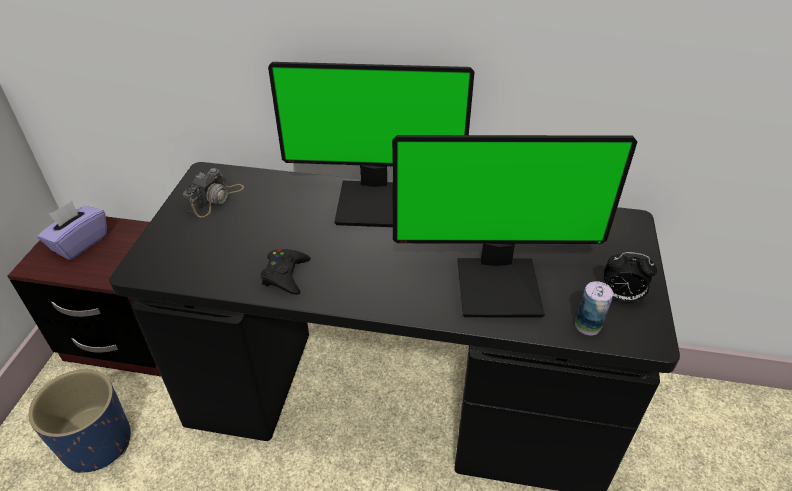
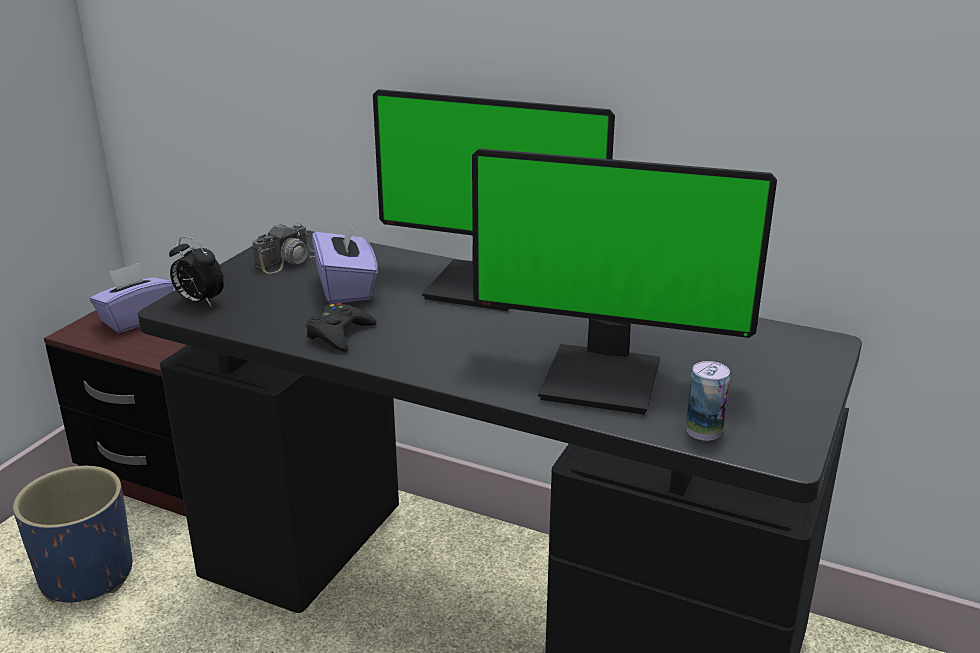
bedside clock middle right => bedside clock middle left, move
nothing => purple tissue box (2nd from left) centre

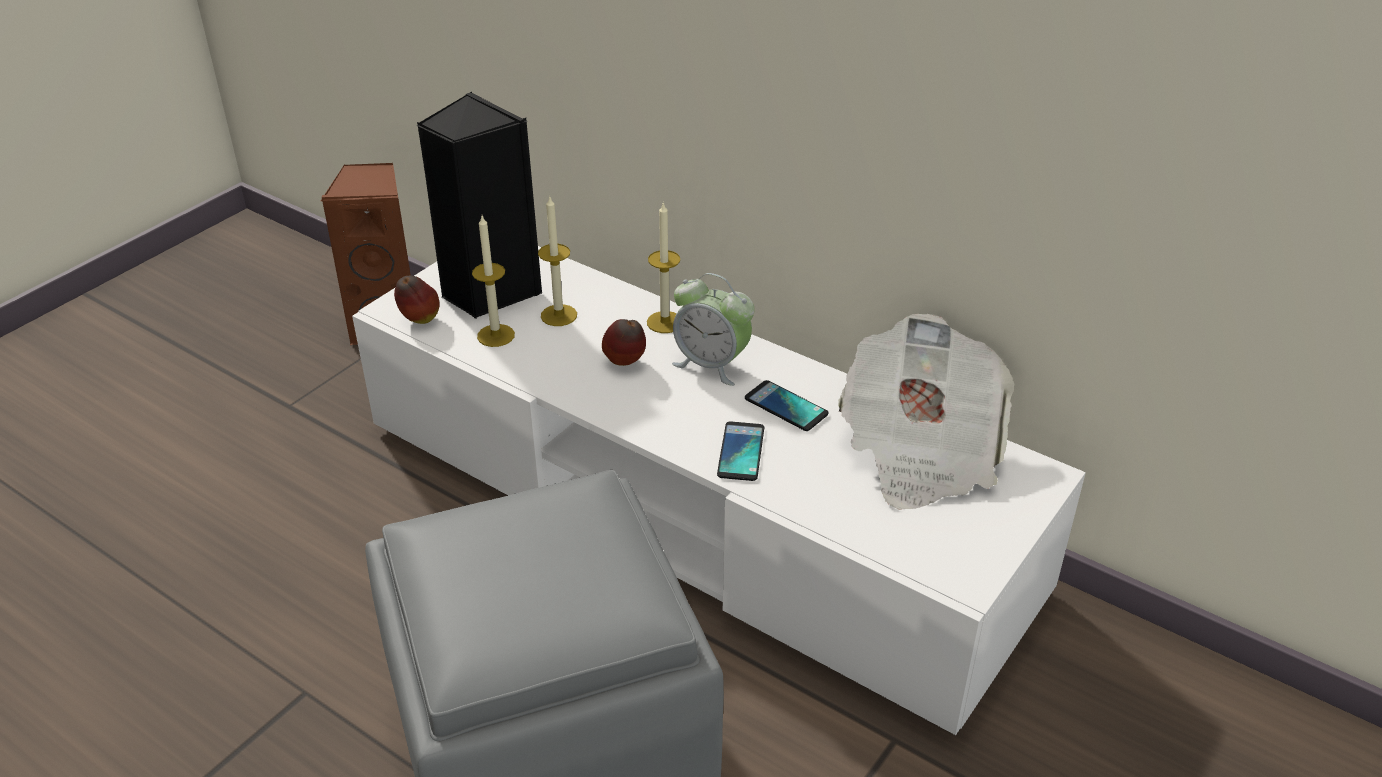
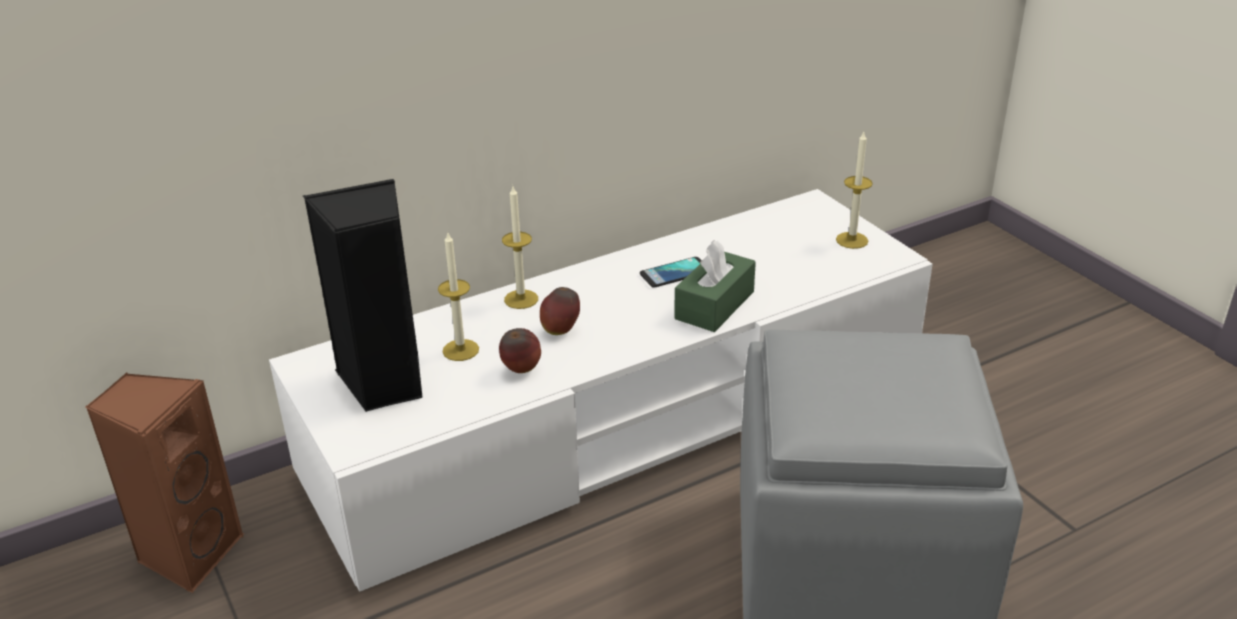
whole apple (1st from left) middle left => whole apple (1st from left) centre, move
candle (1st from left in the first image) centre => candle (3rd from left) top right, move
bedside clock centre => nothing
telephone (1st from left) centre => greenish tissue box centre
daily paper middle right => nothing

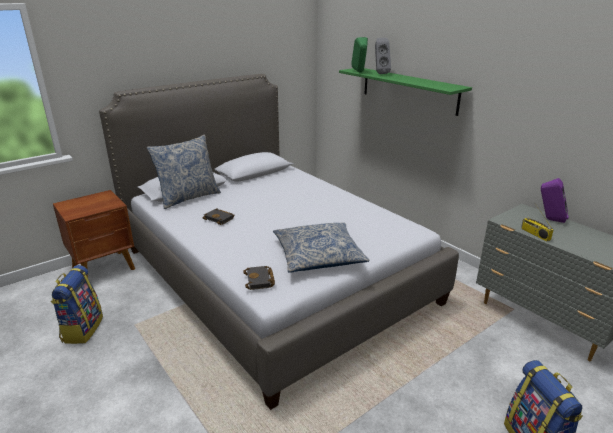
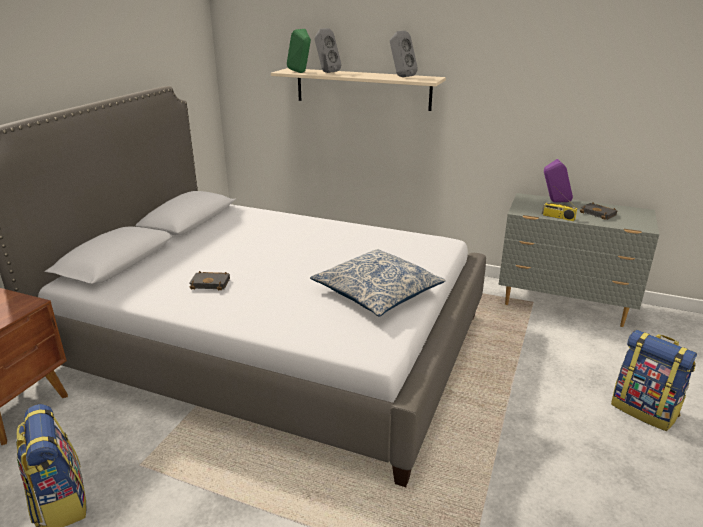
cushion (1st from left) middle left => nothing
blackish volume (2nd from left) centre => blackish volume (2nd from left) middle right, move
greenish shelf top centre => beige shelf top centre
nothing => grey audio speaker (2nd from left) top centre

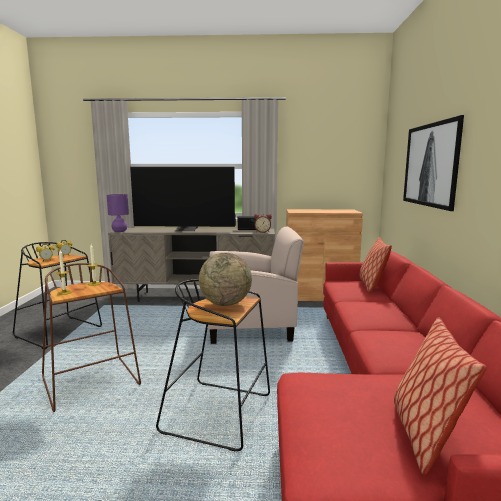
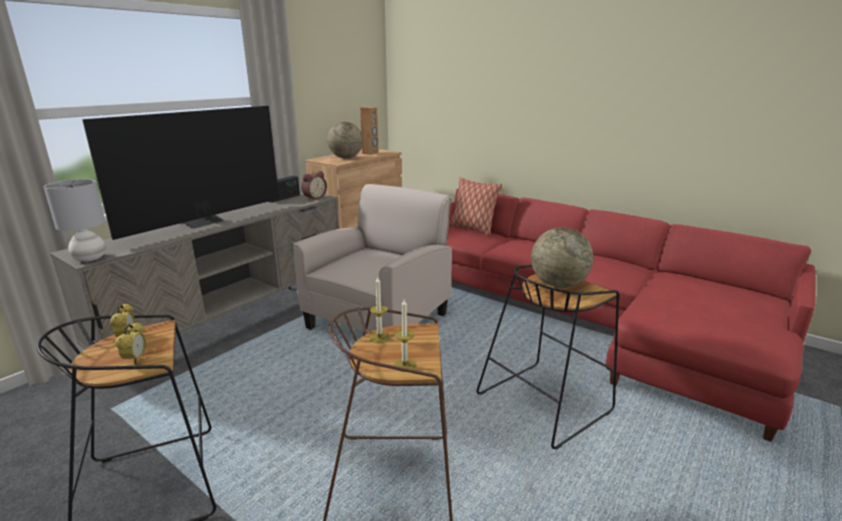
purple table lamp middle left => grey table lamp middle left
cushion (2nd from left) bottom right => nothing
picture top right => nothing
nothing => world globe (1st from left) top centre
nothing => brown audio speaker top centre

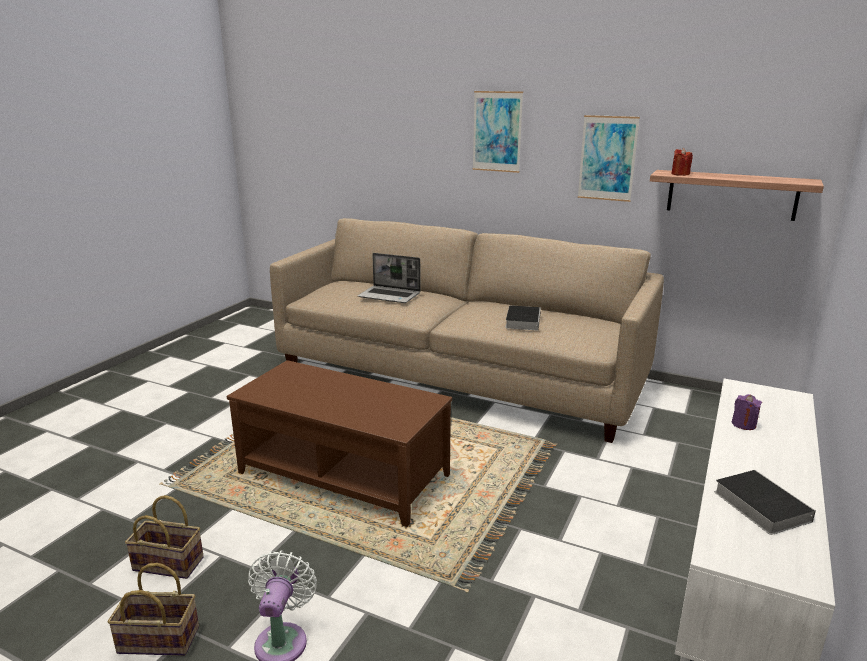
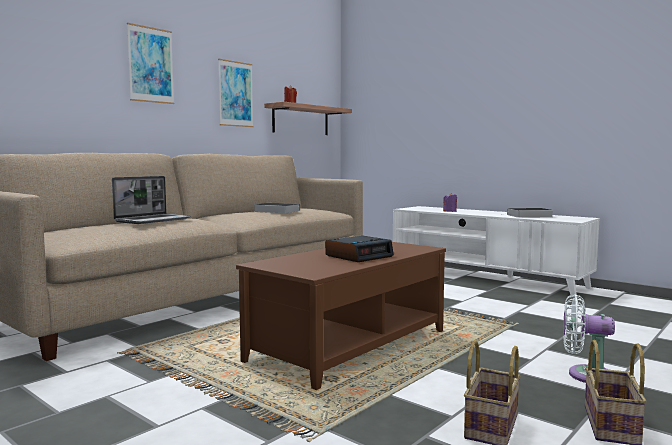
nothing => bedside clock centre

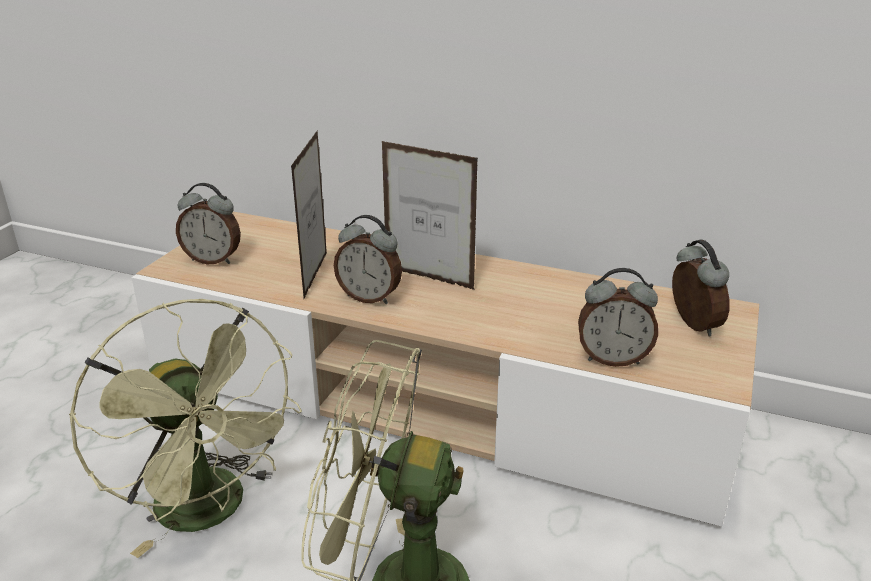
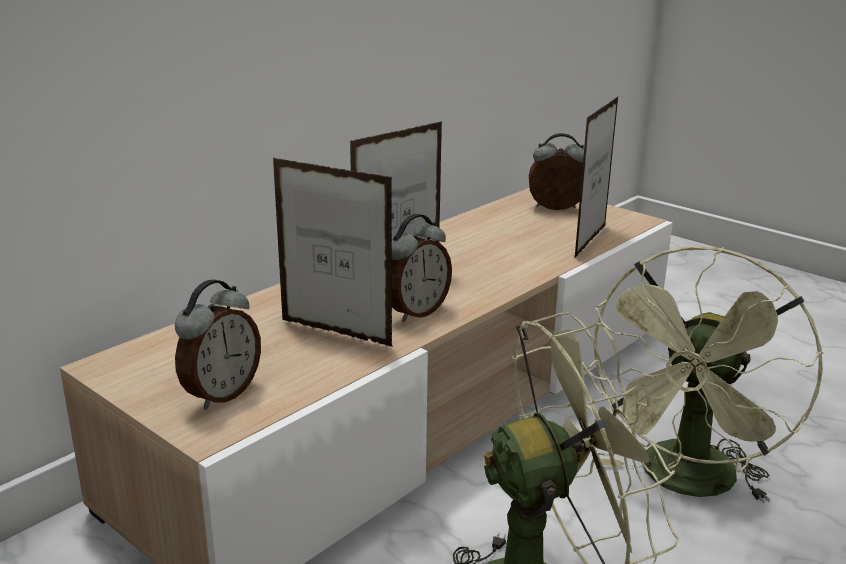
bedside clock (3rd from left) middle right => standing frame (3rd from left) top right

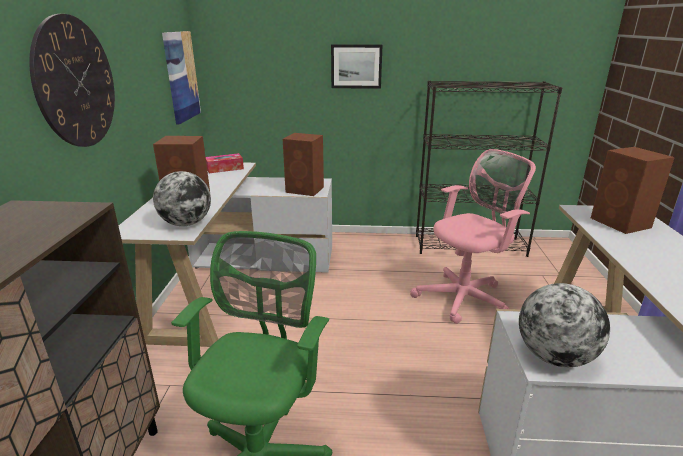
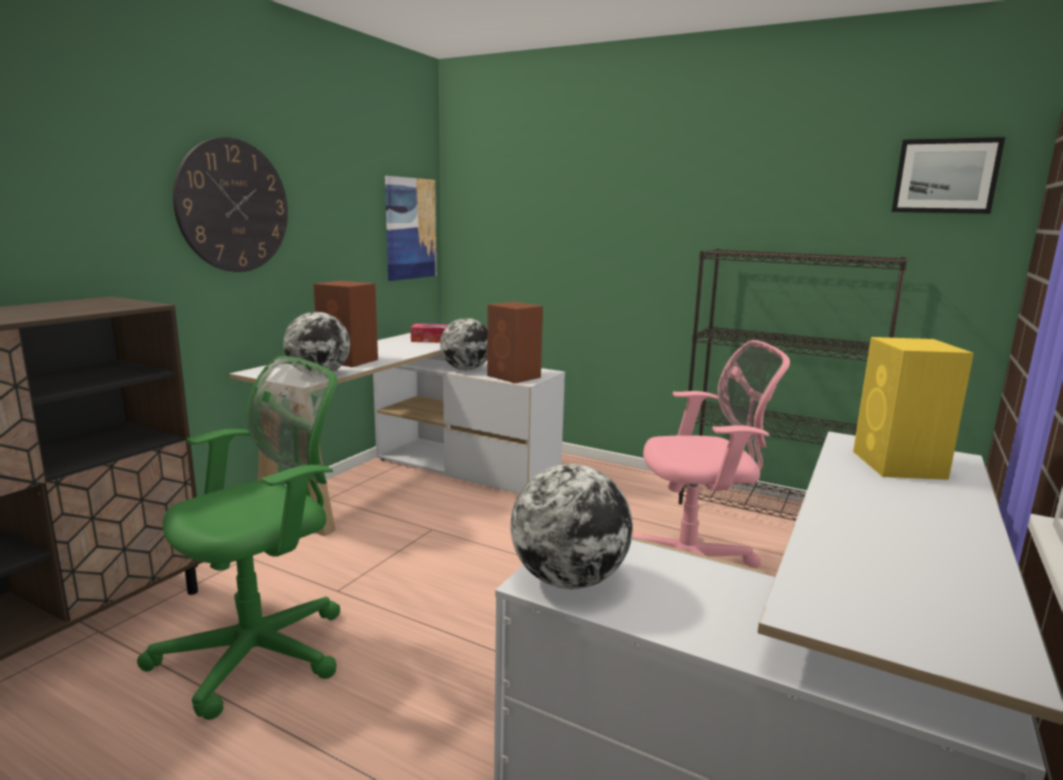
picture (2nd from left) top centre => picture (2nd from left) top right, move
brown audio speaker (3rd from left) middle right => yellow-coloured audio speaker middle right
nothing => world globe (2nd from left) centre

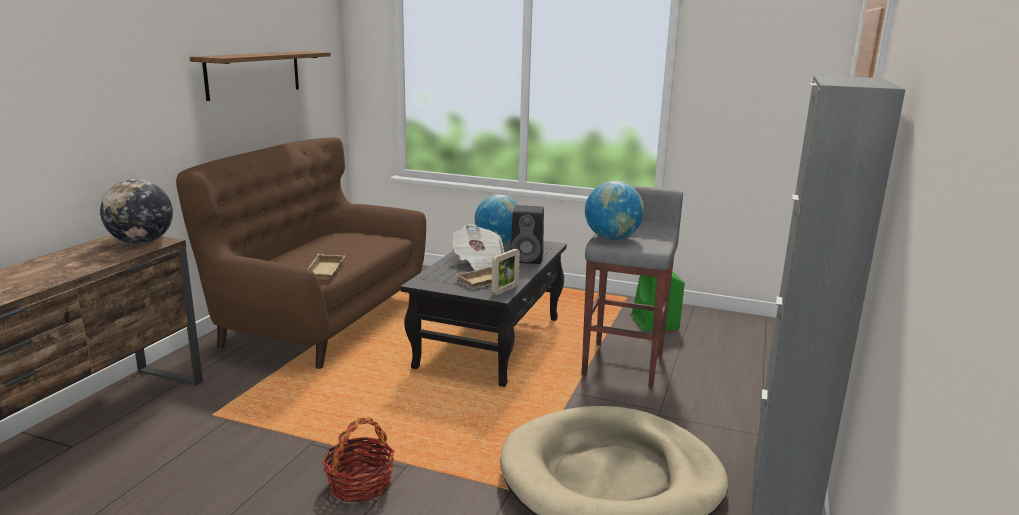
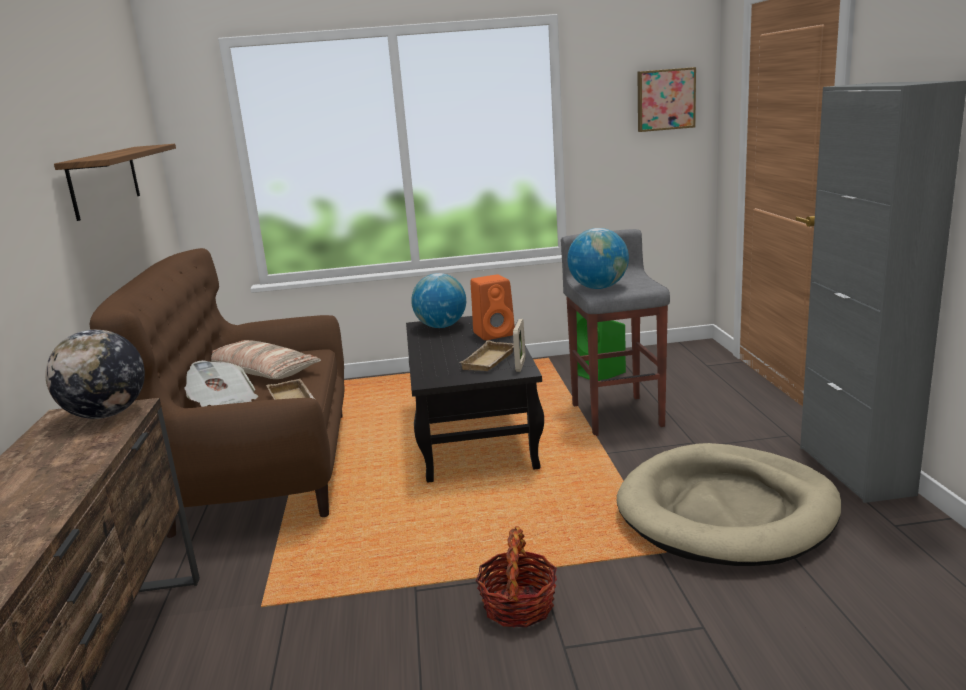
daily paper centre => daily paper middle left, move
blackish audio speaker centre => orange audio speaker centre
nothing => cushion middle left
nothing => picture top right

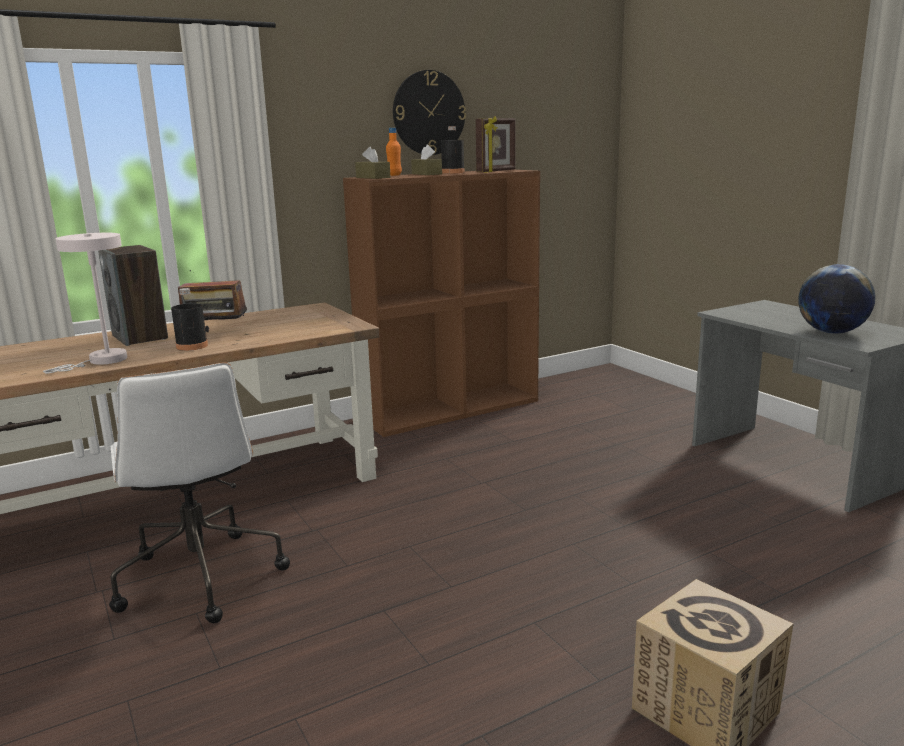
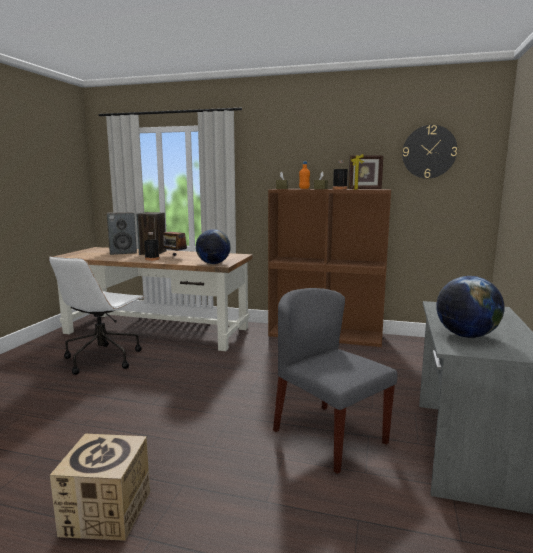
white-coloured table lamp middle left => nothing
wall clock top centre => wall clock top right, move
nothing => audio speaker (1st from left) middle left
nothing => world globe (1st from left) centre
nothing => grey plain chair bottom centre

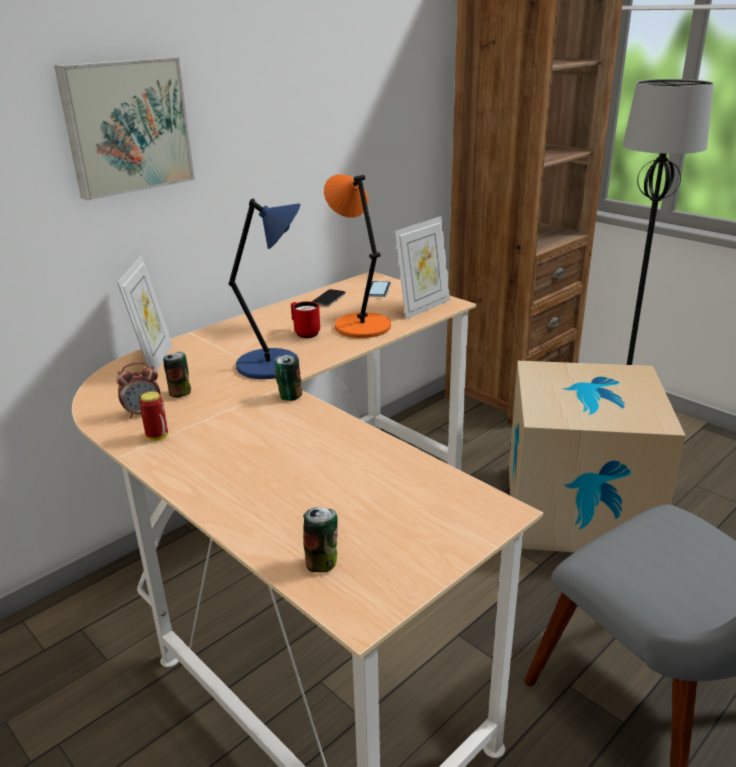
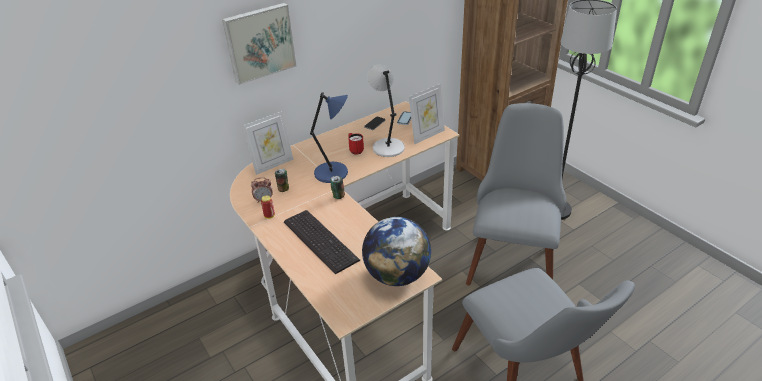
standing frame (1st from left) middle left => standing frame (1st from left) centre, 45 degrees clockwise
sealed can (4th from left) bottom centre => nothing
orange table lamp centre => grey table lamp top centre
packing box middle right => grey plain chair (1st from left) middle right
nothing => keyboard centre
nothing => world globe centre

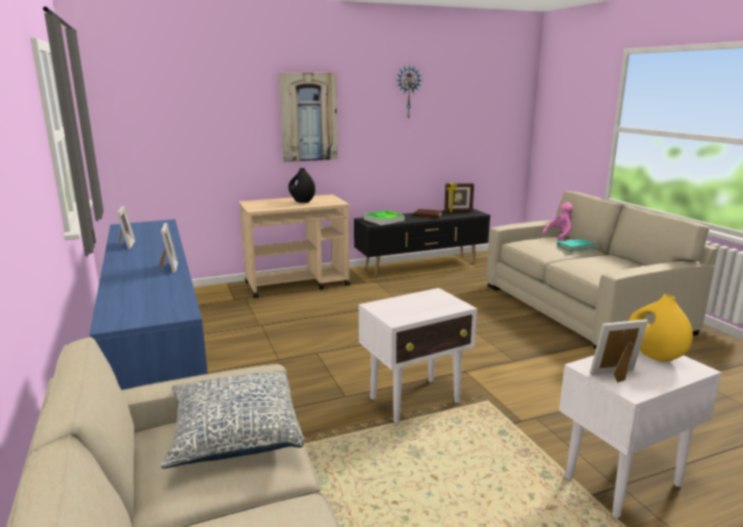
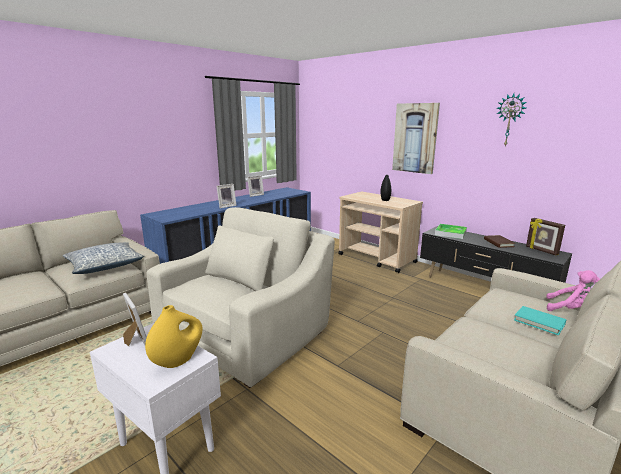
white-coloured end table (1st from left) bottom centre => beige armchair centre

